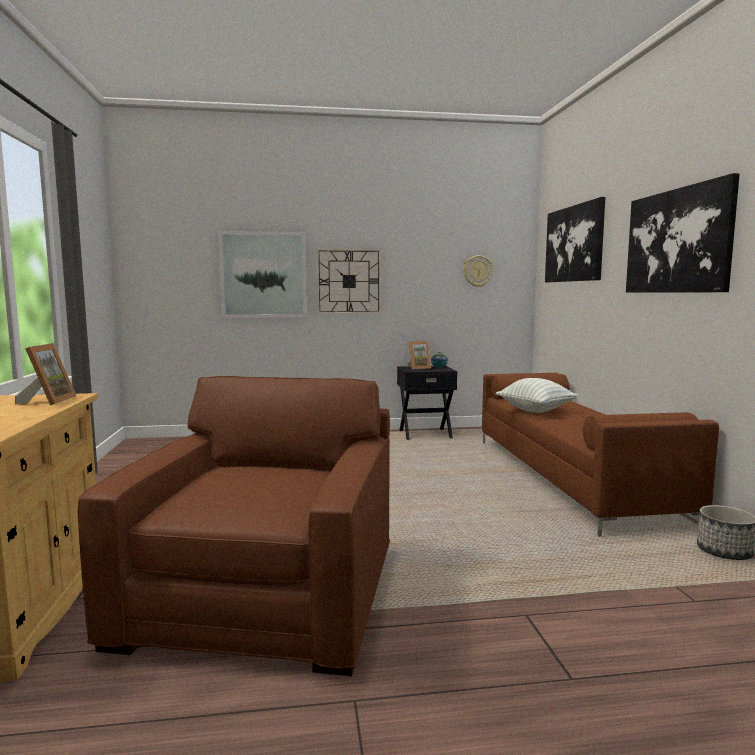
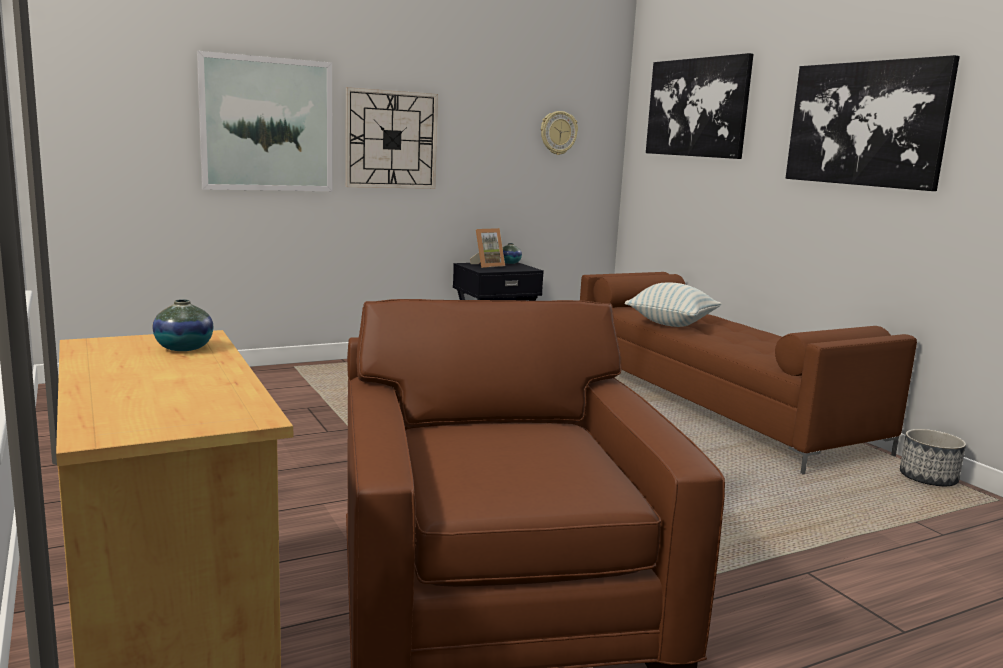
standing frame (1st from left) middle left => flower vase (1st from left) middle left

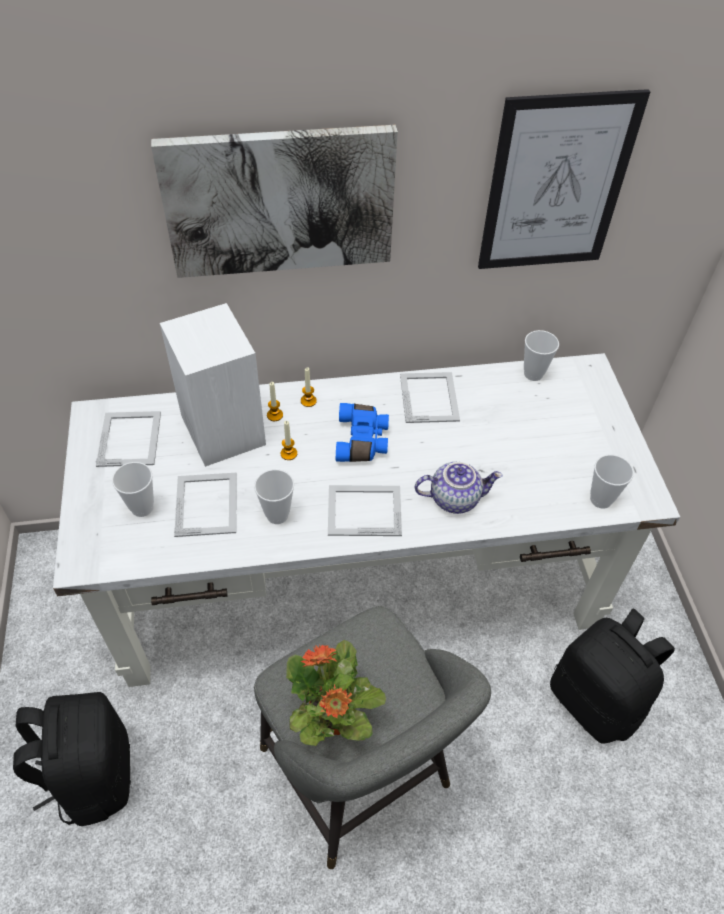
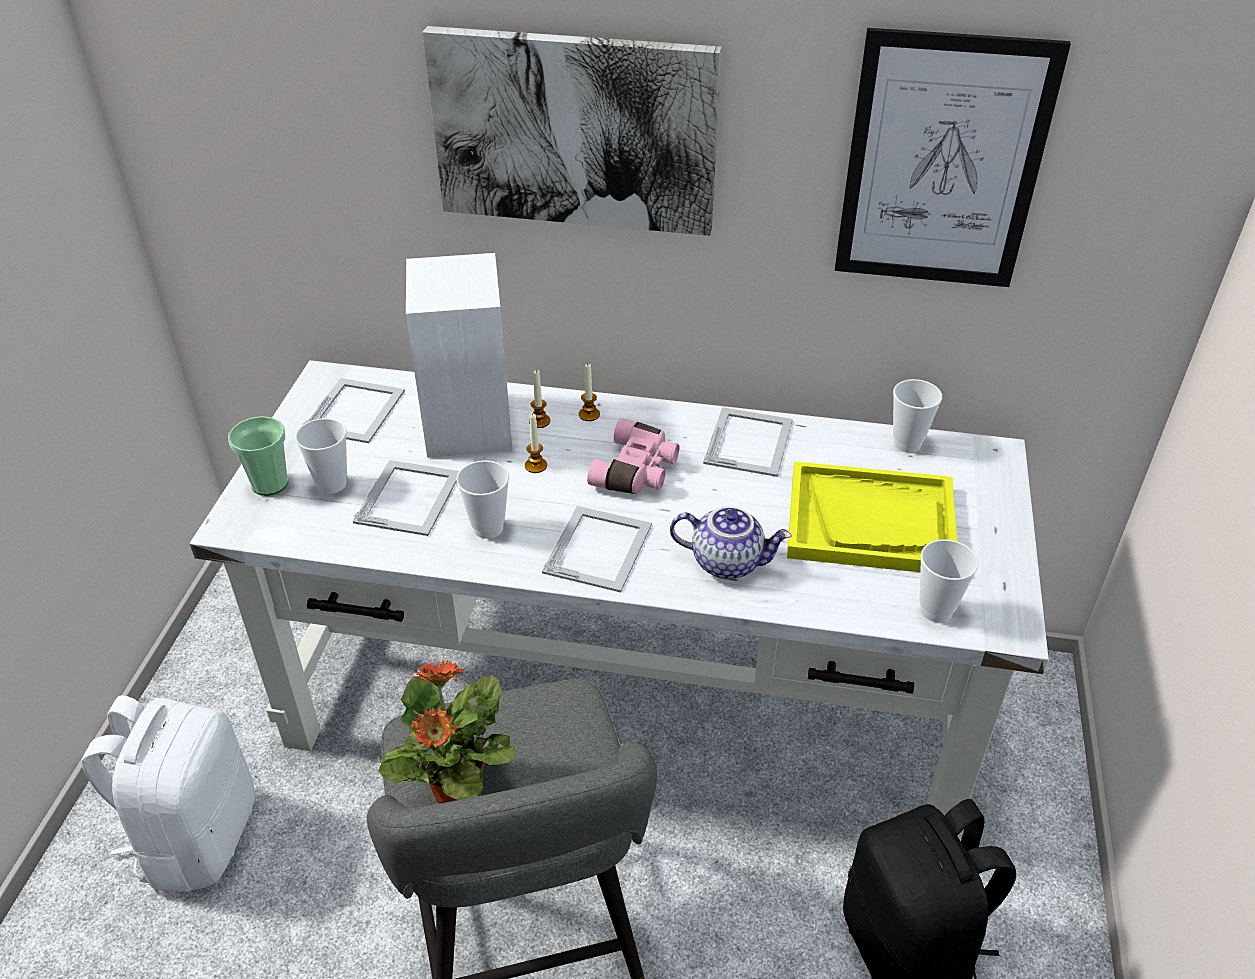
blackish knapsack (1st from left) bottom left => white-coloured knapsack bottom left
standing frame (3rd from left) centre, 90 degrees clockwise
bluish field glasses centre => pink field glasses centre
nothing => cup (1st from left) middle left
nothing => yellow-coloured carrying tray middle right

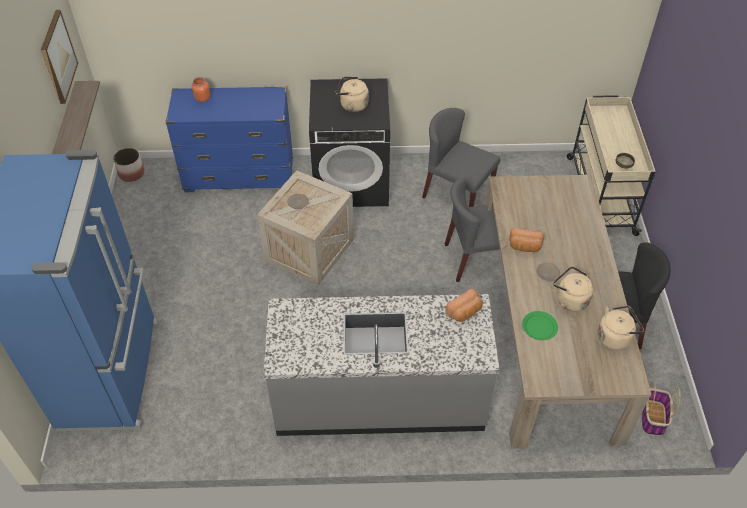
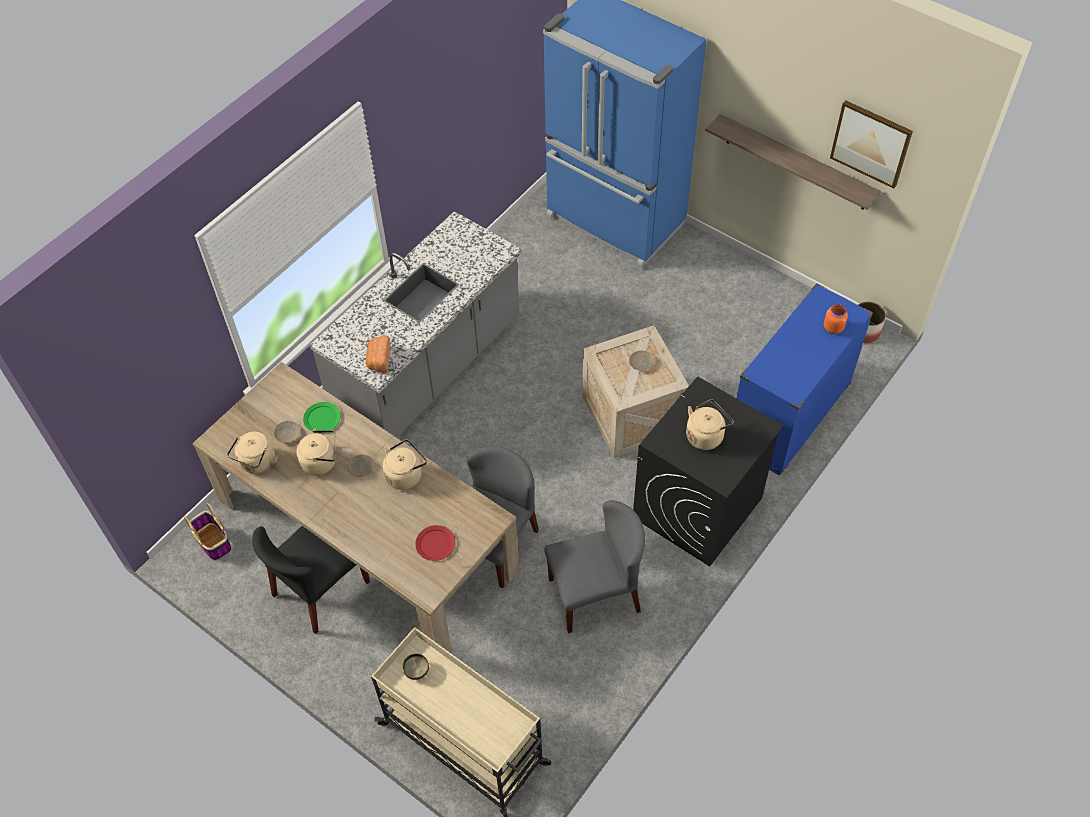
bakery bread (2nd from left) middle right => beige kettle (3rd from left) centre
nothing => beige flat dish (1st from left) middle left
nothing => red-coloured flat dish centre

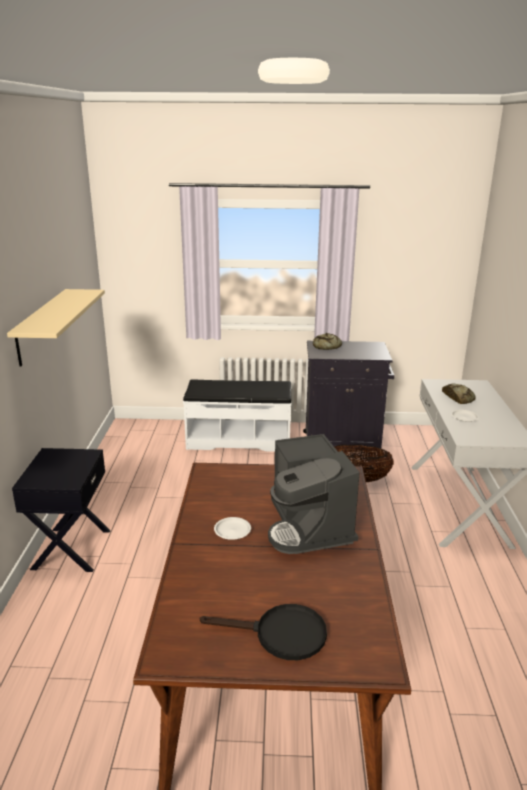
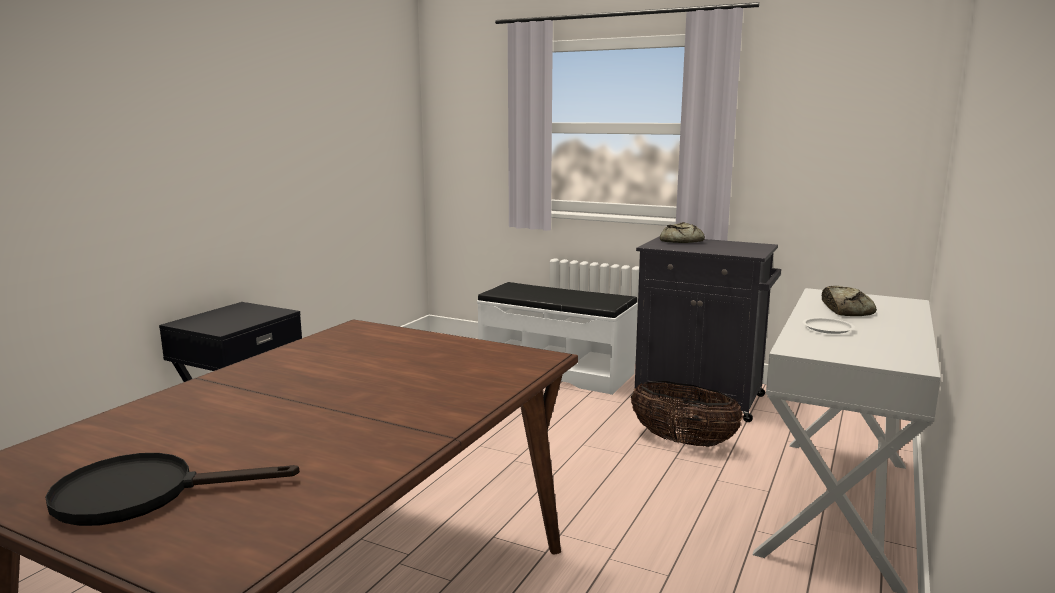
beige shelf middle left => nothing
blackish pan bottom centre => blackish pan bottom left, 135 degrees clockwise
white-coloured flat dish (1st from left) bottom centre => nothing
coffee machine centre => nothing

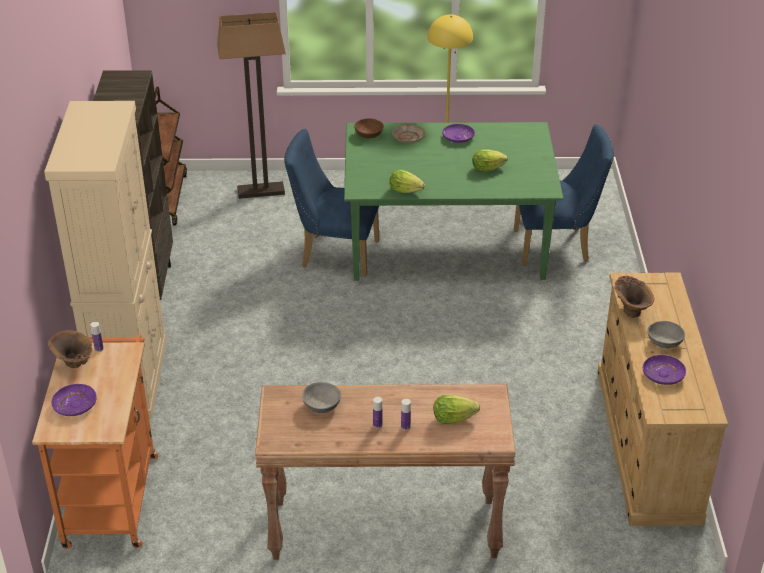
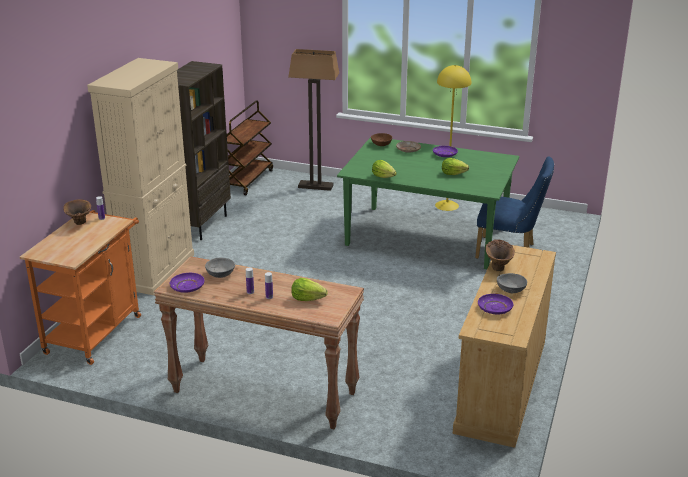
purple flat dish (1st from left) bottom left => purple flat dish (1st from left) middle left, move
bluish plain chair (1st from left) centre => nothing

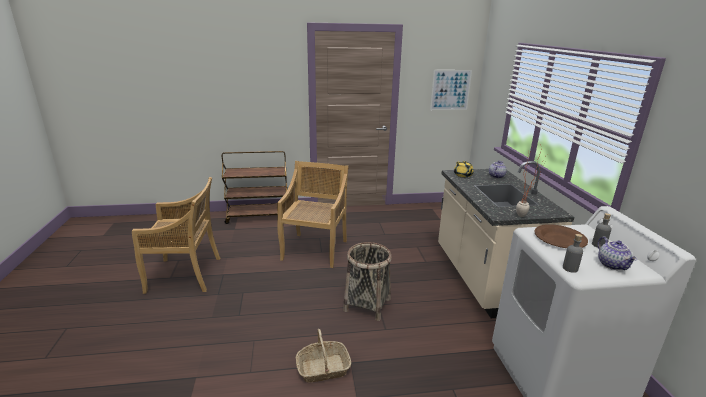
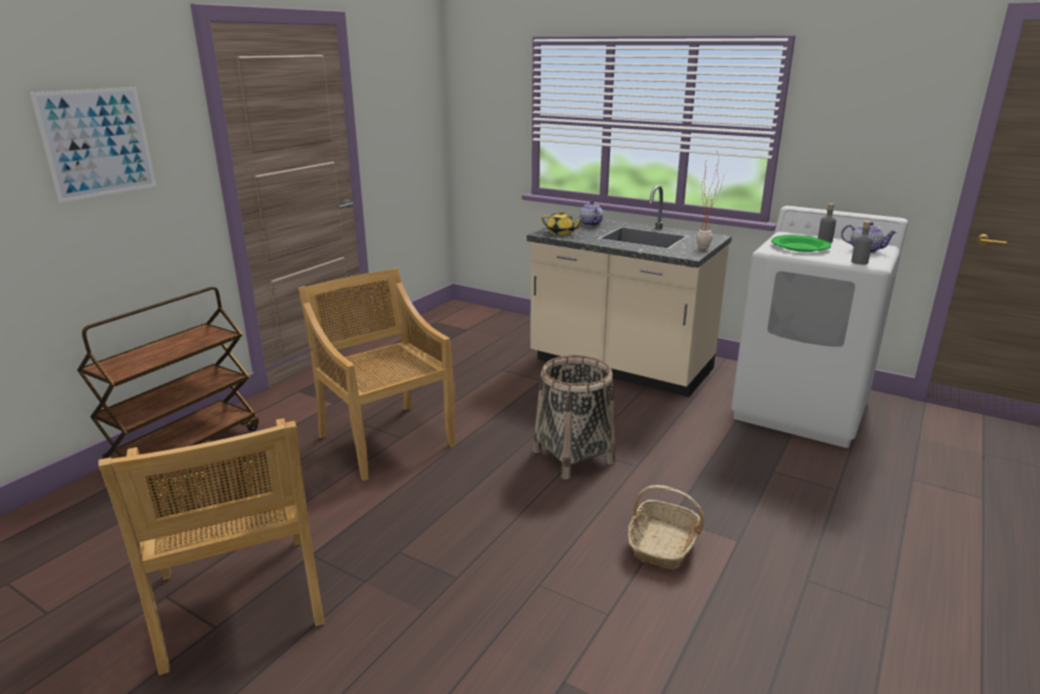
beige plain chair (1st from left) middle left => beige plain chair (1st from left) bottom left, 120 degrees clockwise
picture top centre => picture top left, move
brown flat dish middle right => greenish flat dish middle right

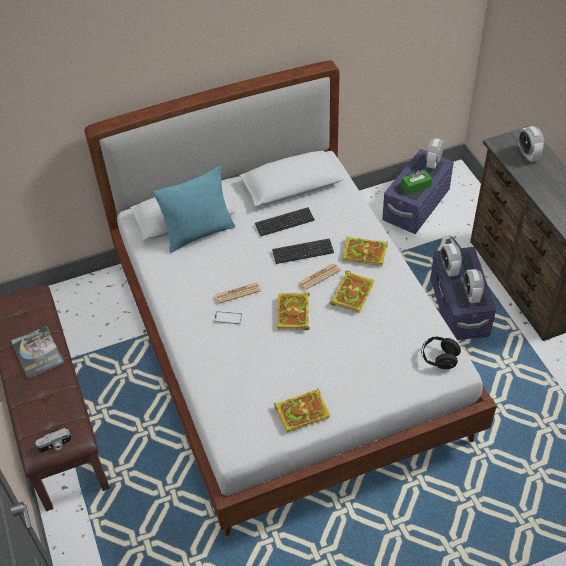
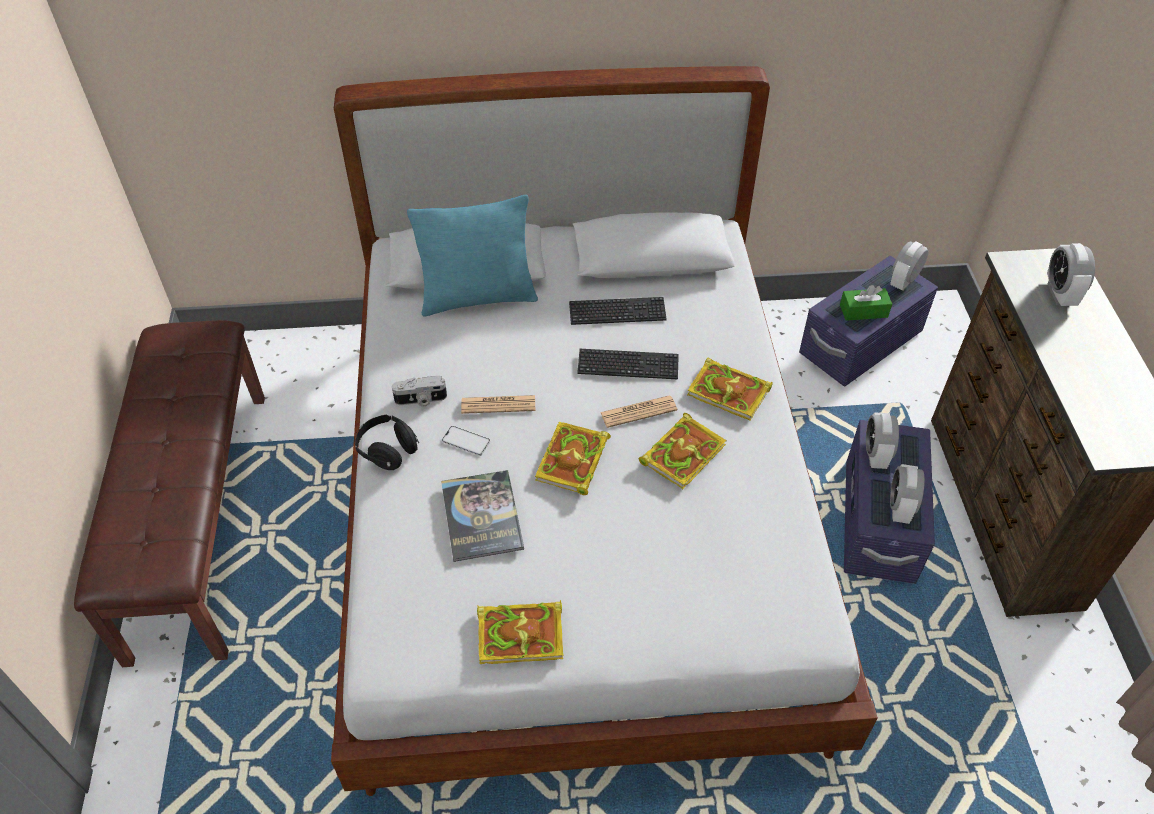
volume (1st from left) middle left => volume (1st from left) centre, move
photo camera bottom left => photo camera centre, move
blackish headphones middle right => blackish headphones centre, move

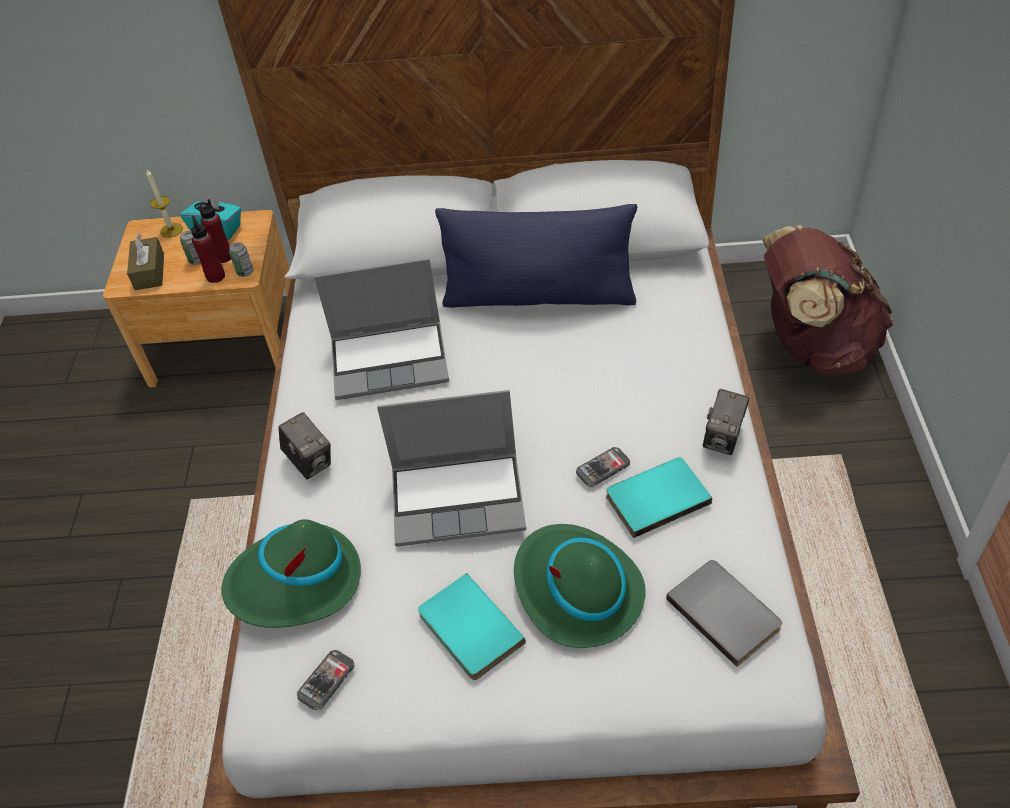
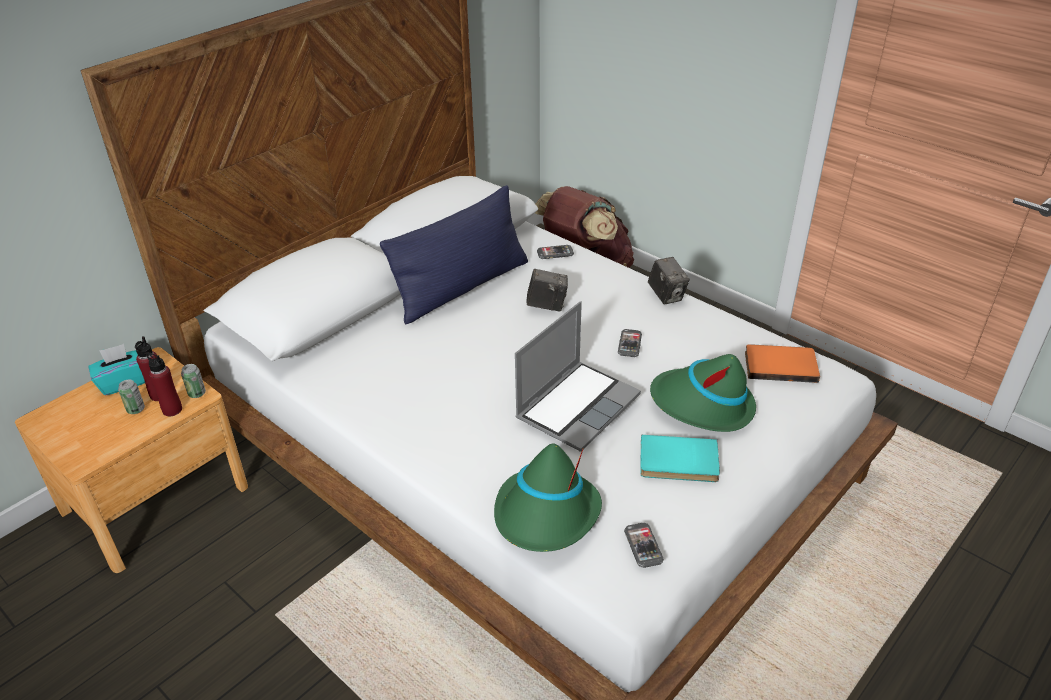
brown tissue box top left => nothing
candle top left => nothing
photo camera (1st from left) middle left => photo camera (1st from left) centre, move
portable computer (1st from left) centre => nothing
turquoise-coloured volume (2nd from left) centre => nothing
grey volume bottom right => orange volume middle right
nothing => telephone (1st from left) centre

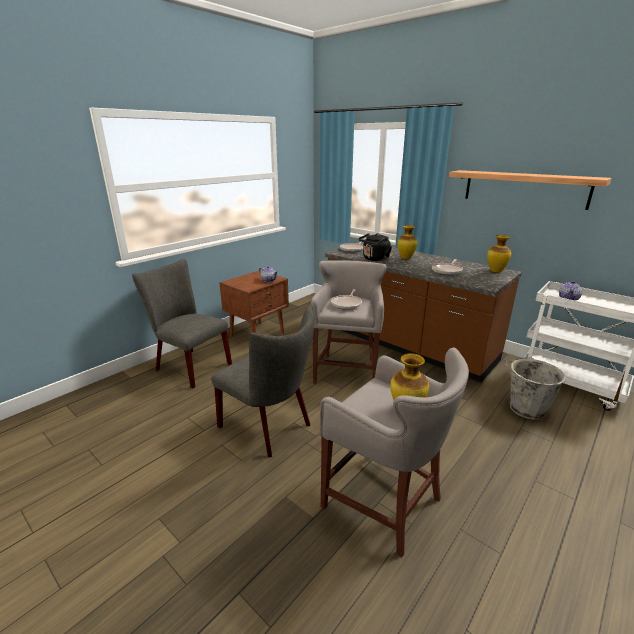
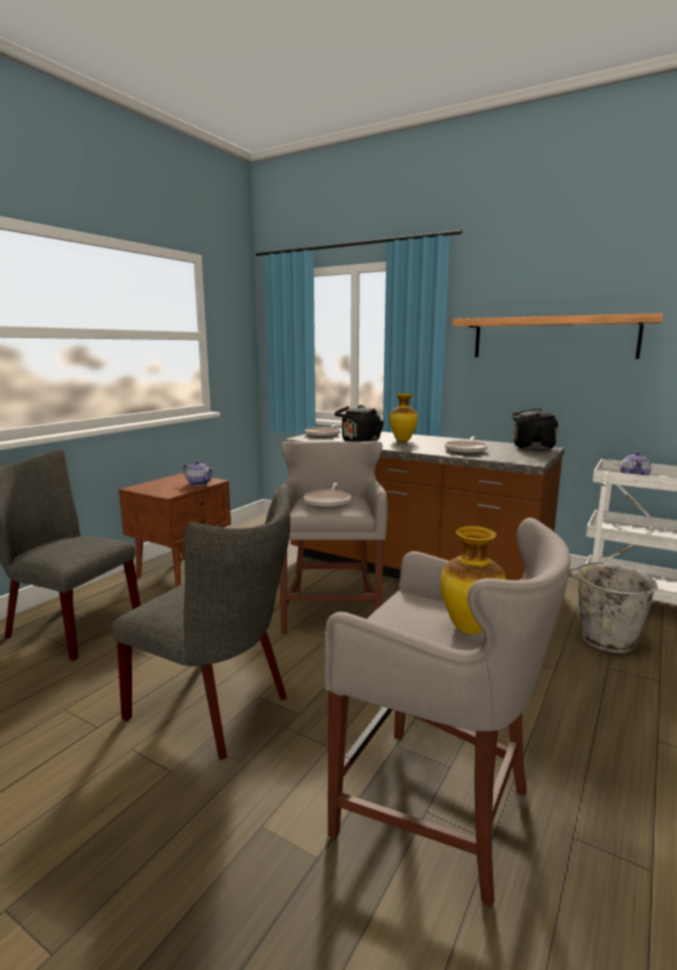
flower vase (3rd from left) middle right => blackish kettle (2nd from left) middle right

